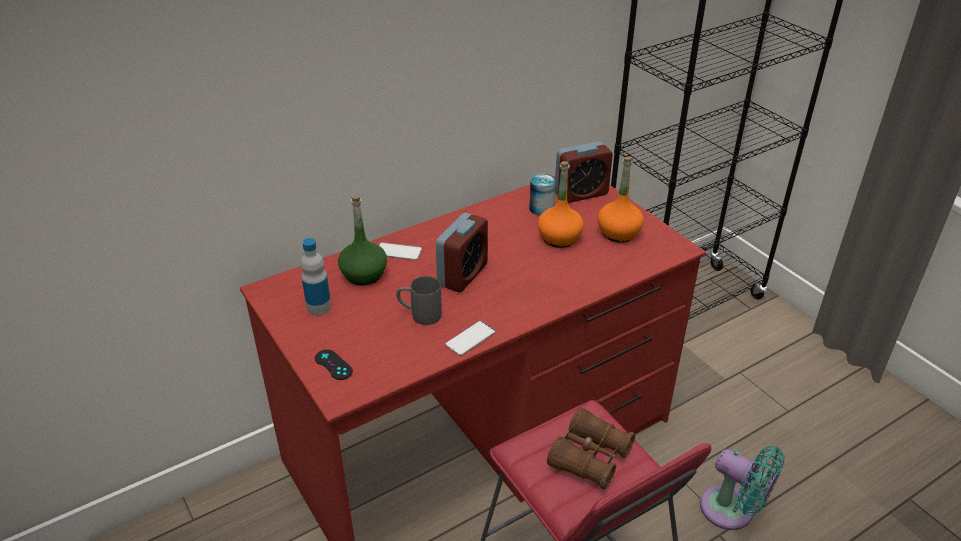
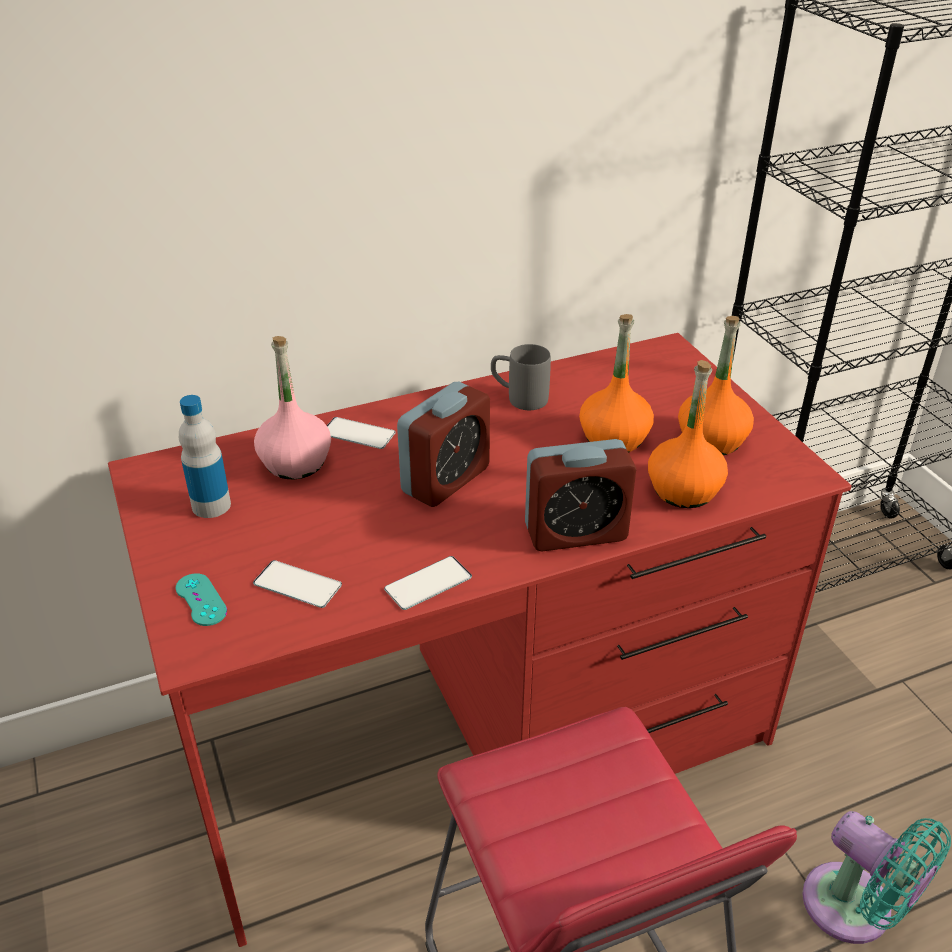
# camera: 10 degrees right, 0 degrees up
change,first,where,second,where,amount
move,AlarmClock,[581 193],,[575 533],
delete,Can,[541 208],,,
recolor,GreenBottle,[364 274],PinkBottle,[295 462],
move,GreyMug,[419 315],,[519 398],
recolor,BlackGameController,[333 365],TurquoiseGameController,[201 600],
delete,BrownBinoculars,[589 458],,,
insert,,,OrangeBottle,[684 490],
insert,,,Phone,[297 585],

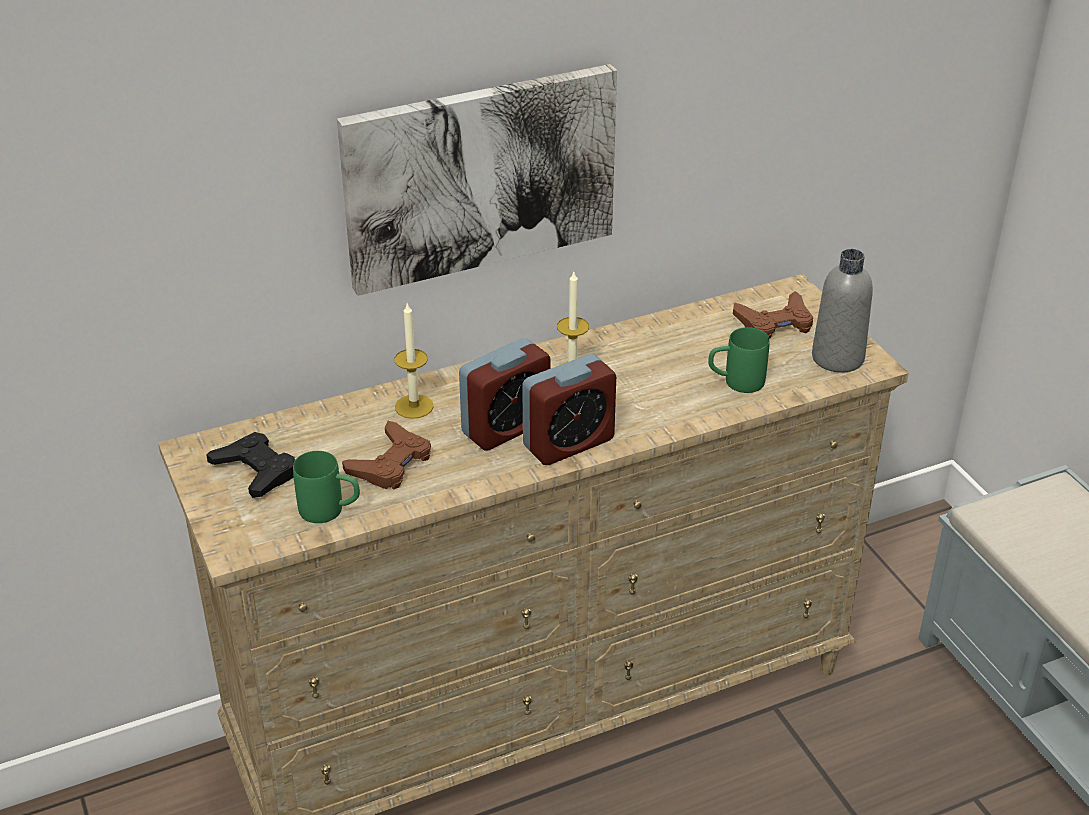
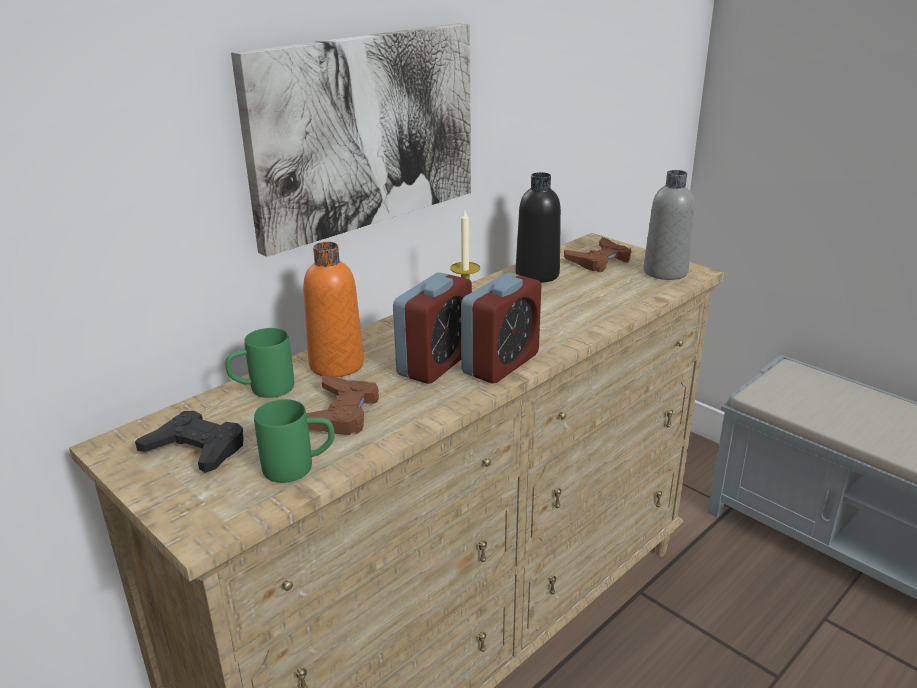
# camera: 20 degrees left, 10 degrees down
change,first,where,second,where,amount
replace,Candle,[414 406],OrangeBottle,[336 365],
move,GreenMug,[735 382],,[262 390],
insert,,,BlackBottle,[537 275],

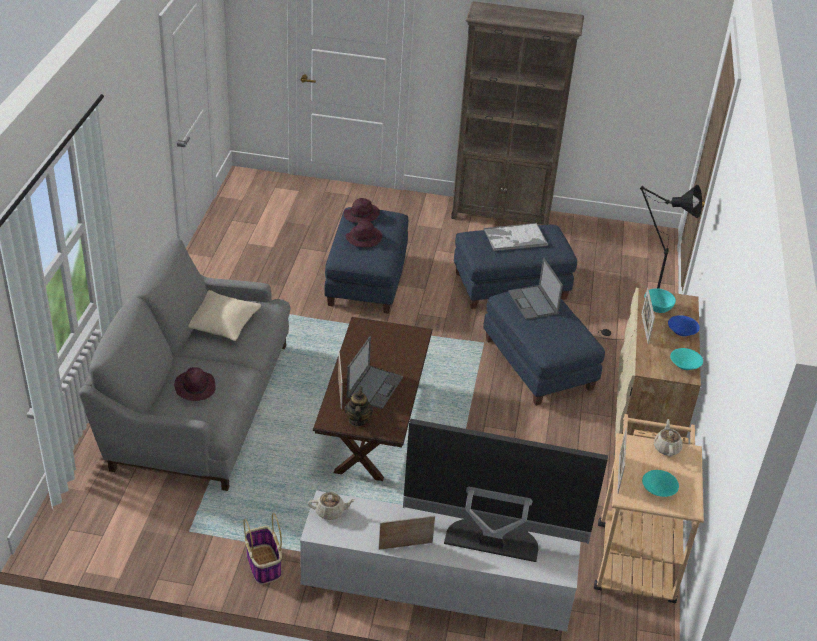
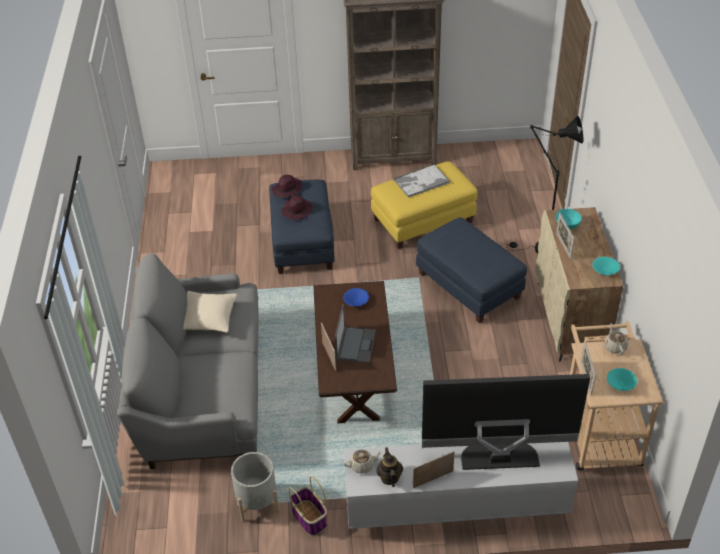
# camera: 10 degrees left, 5 degrees up
change,first,where,second,where,amount
recolor,BlueOttoman,[510 286],YellowOttoman,[422 221],
delete,Laptop,[533 303],,,
move,BlueBowl,[682 330],,[356 301],
delete,PurpleHat,[195 387],,,
move,Teapot,[357 420],,[389 478],
insert,,,GreyPlanter,[257 502],

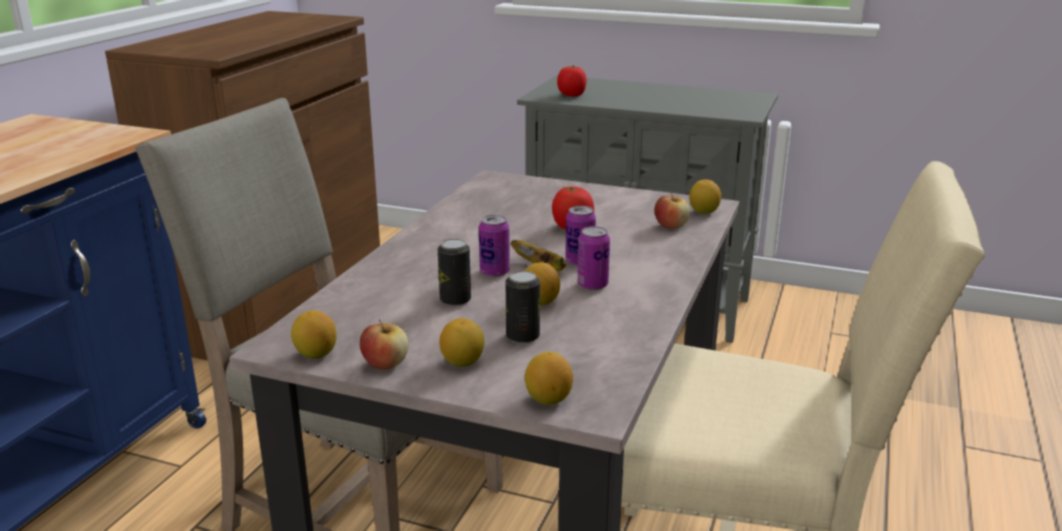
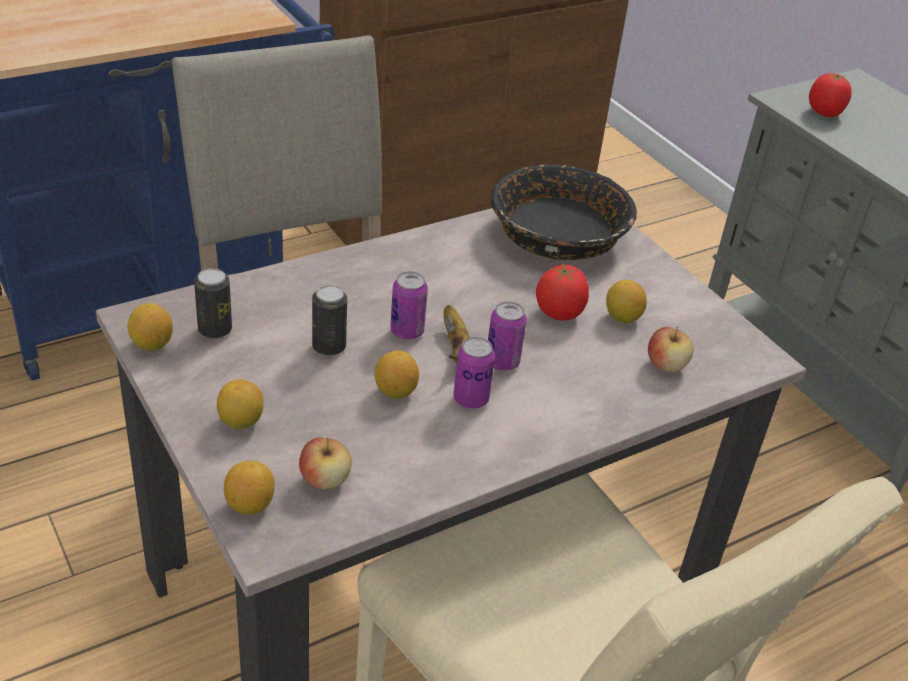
# camera: 35 degrees right, 15 degrees up
change,first,where,second,where,amount
move,Lemon,[704 212],,[622 317],
move,Can,[522 336],,[215 329],
move,Apple,[385 364],,[325 480],
insert,,,BlackBowl,[558 235],

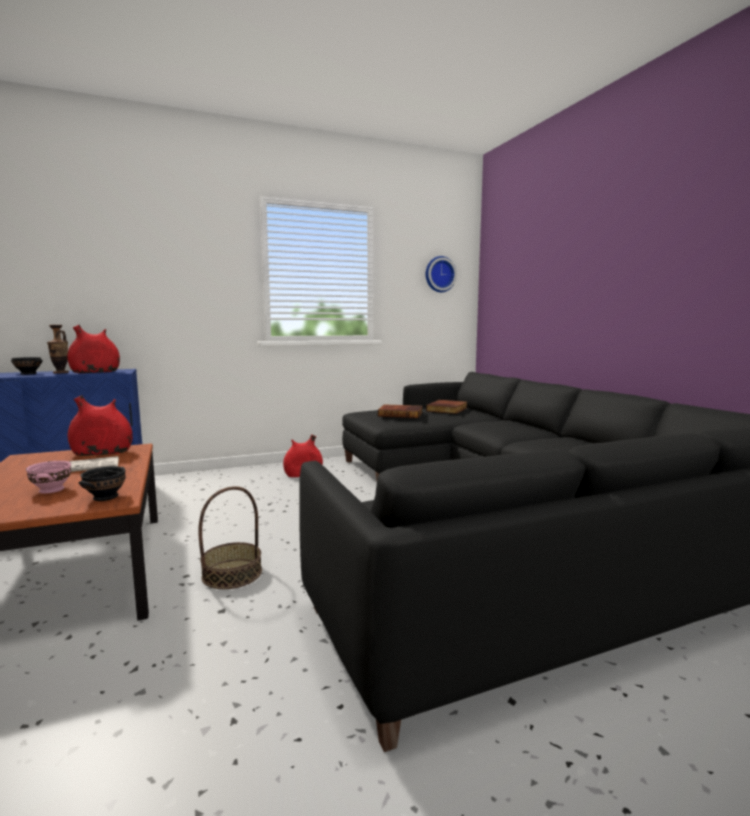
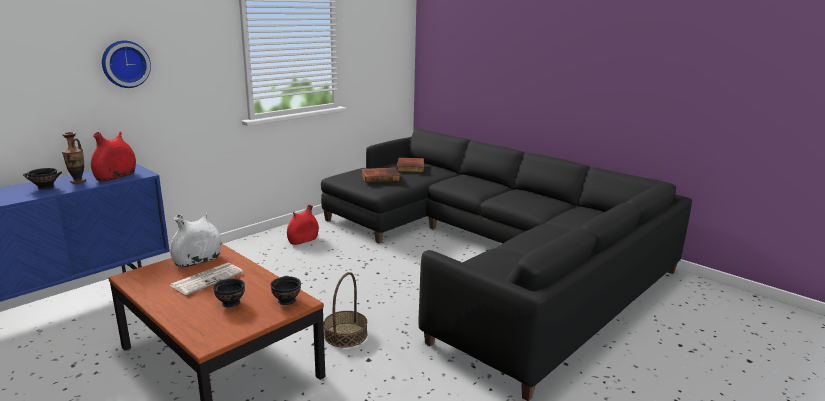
# camera: 25 degrees left, 10 degrees up
change,first,where,second,where,amount
move,WallClock,[439 274],,[125 64],
recolor,RedVase,[102 453],WhiteVase,[198 261],
recolor,PinkBowl,[50 490],BlackBowl,[230 303],

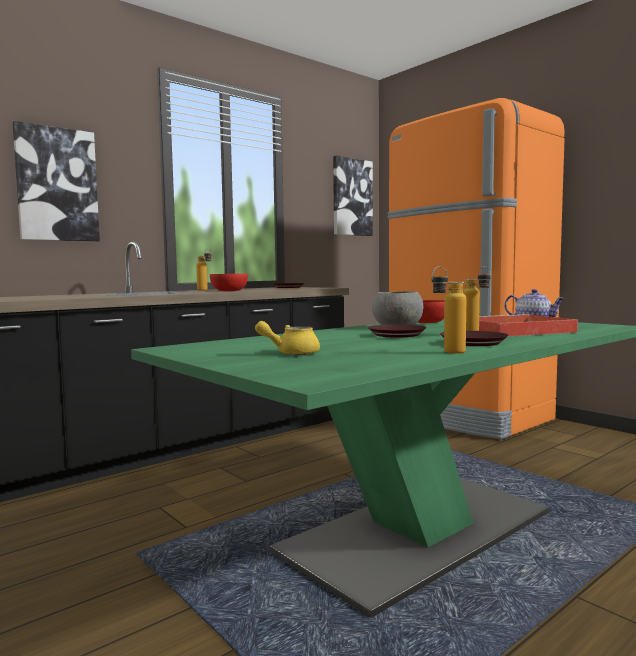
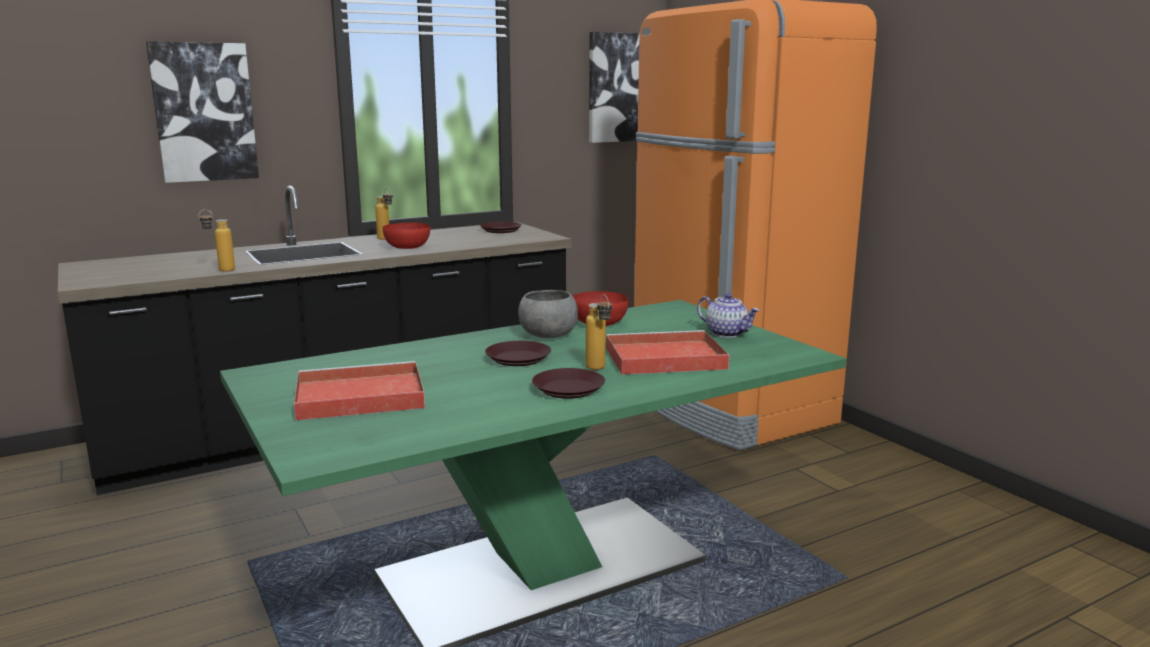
# camera: 10 degrees right, 10 degrees up
change,first,where,second,where,amount
move,Bottle,[447 353],,[220 270],
replace,YellowTeapot,[291 353],RedTray,[357 397],

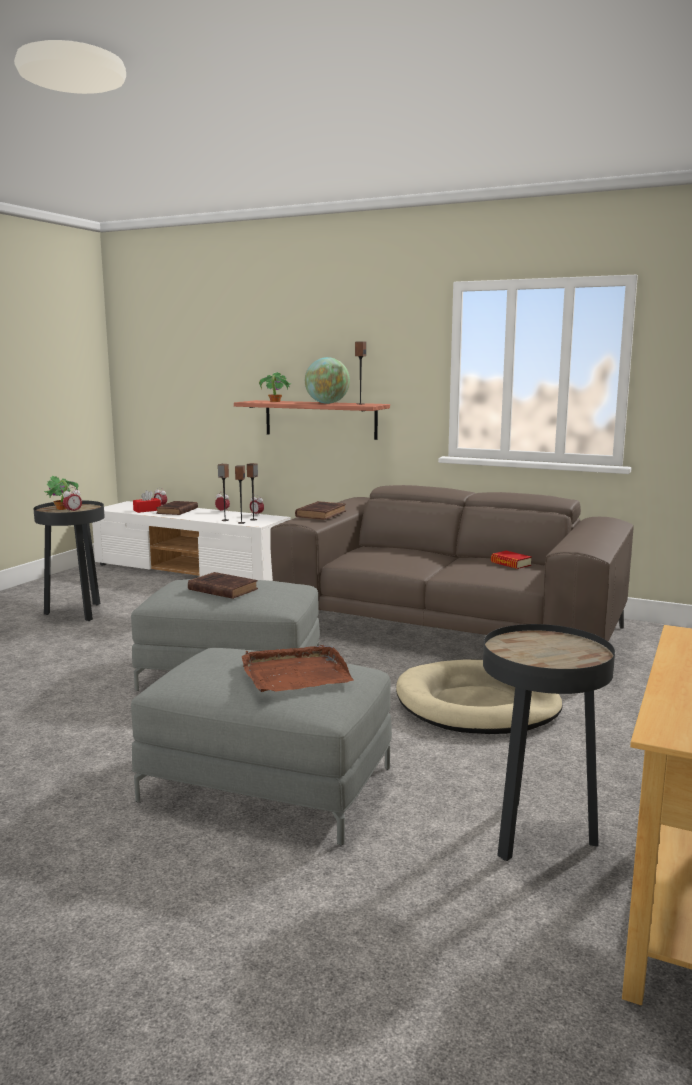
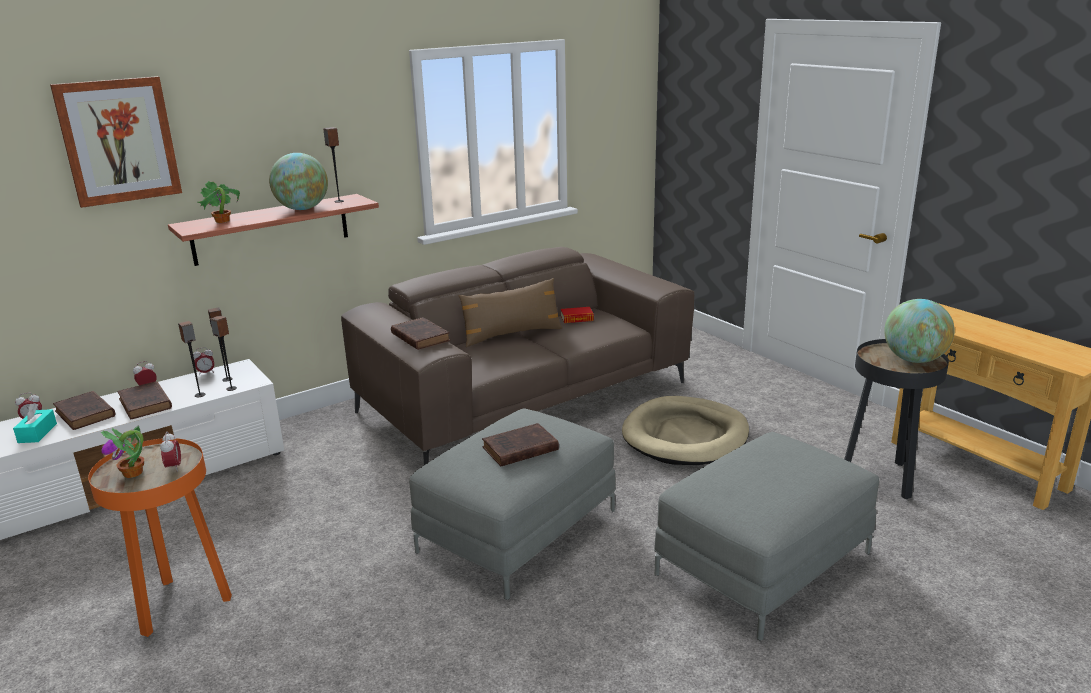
# camera: 60 degrees left, 10 degrees up
change,first,where,second,where,amount
recolor,RedTissueBox,[147 510],TurquoiseTissueBox,[37 433],
recolor,BlackSideTable,[77 613],OrangeSideTable,[180 605],
delete,BrownTray,[294 674],,,
insert,,,Picture,[119 141],
insert,,,BrownPillow,[512 334],
insert,,,Globe,[914 360],
insert,,,BrownBook,[145 404],

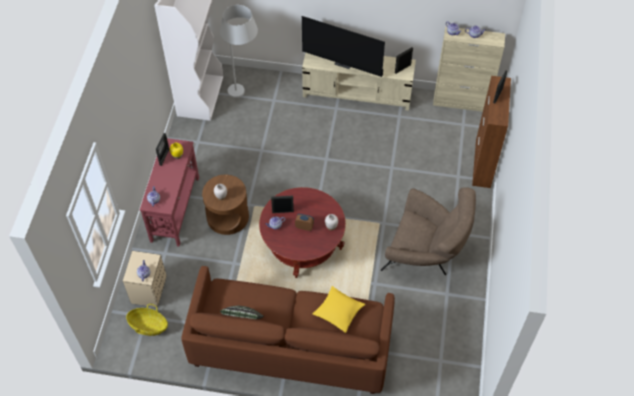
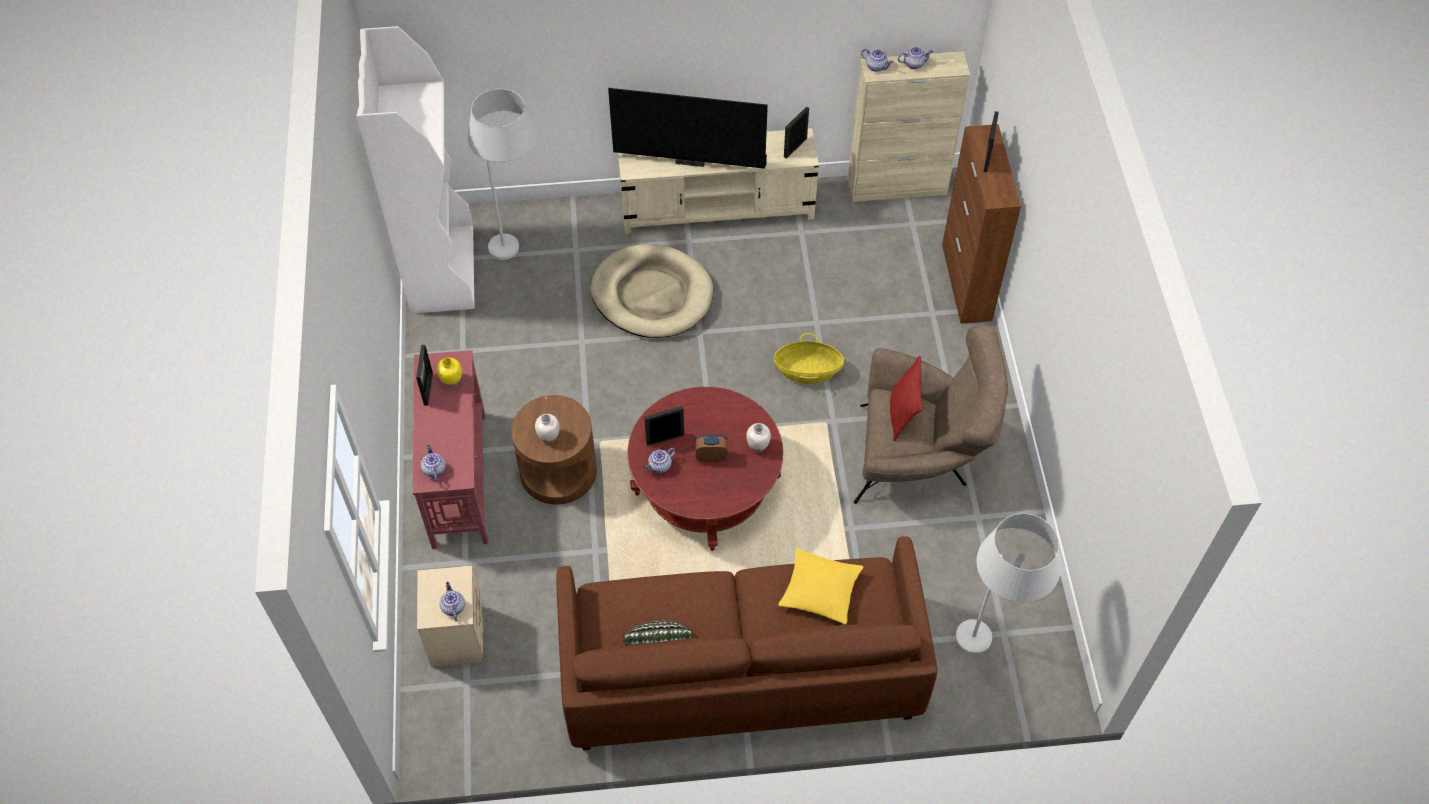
# camera: 15 degrees left, 0 degrees up
change,first,where,second,where,amount
move,Basket,[148 326],,[807 371],
insert,,,BeigeDogBed,[652 295],
insert,,,RedPillow,[902 414],
insert,,,WhiteFloorLamp,[986 653],

